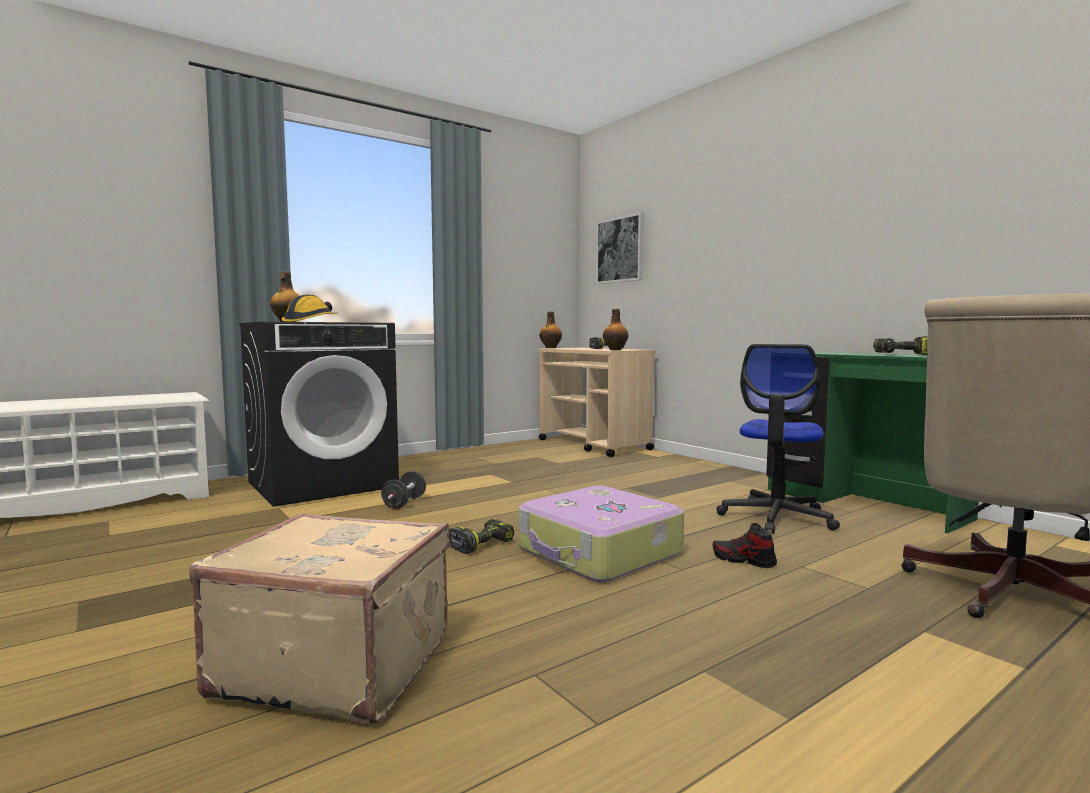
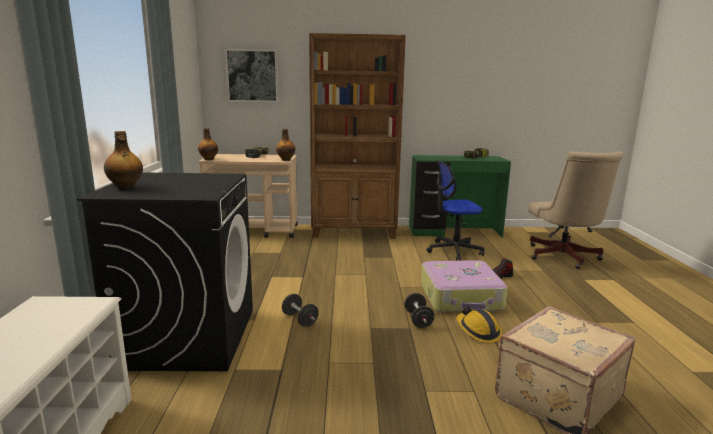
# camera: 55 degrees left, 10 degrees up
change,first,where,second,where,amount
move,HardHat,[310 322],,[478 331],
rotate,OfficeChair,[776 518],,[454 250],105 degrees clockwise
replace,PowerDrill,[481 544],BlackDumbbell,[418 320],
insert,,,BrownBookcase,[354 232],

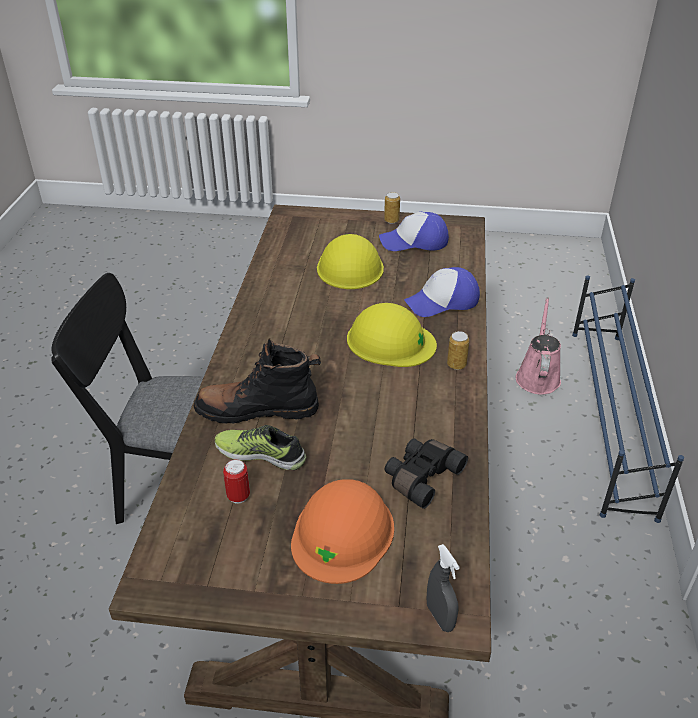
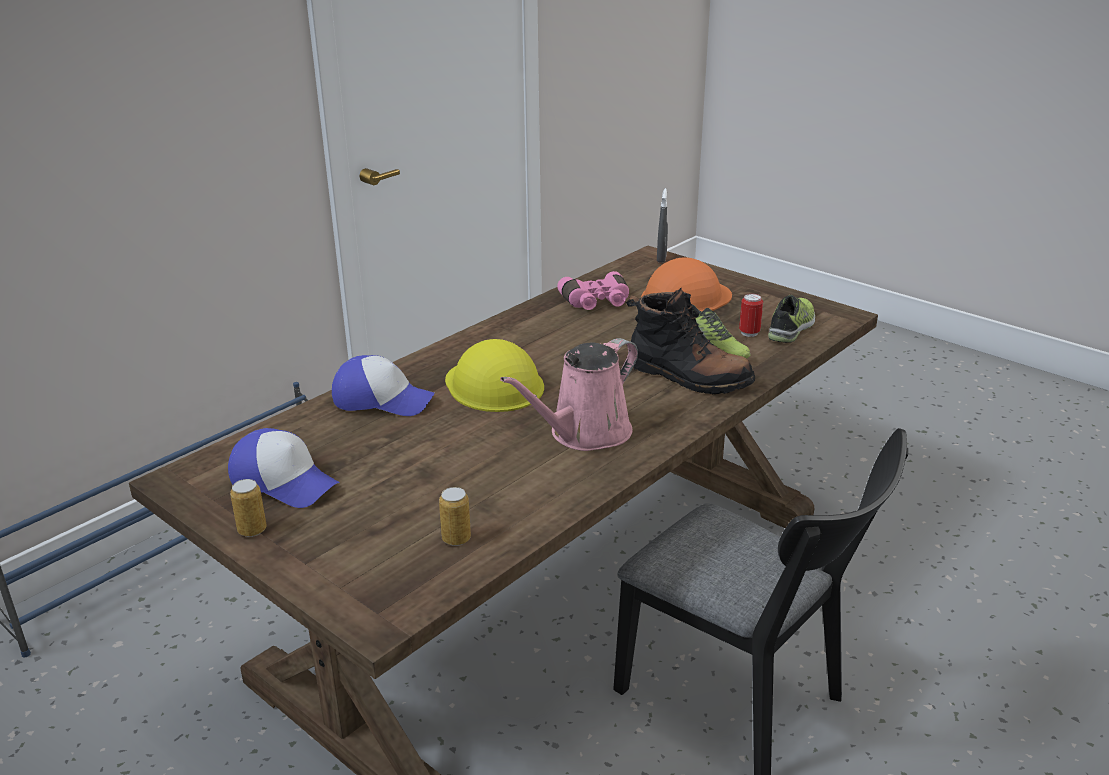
# camera: 145 degrees left, 10 degrees down
change,first,where,second,where,amount
delete,YellowHardHat,[350 267],,,
move,PinkWateringCan,[537 376],,[584 434],
move,Can,[456 365],,[456 539],
recolor,BlackBinoculars,[421 477],PinkBinoculars,[596 303],
insert,,,Shoe,[792 327],

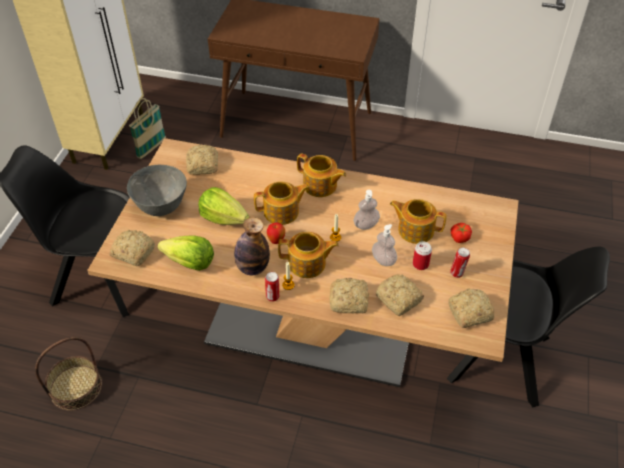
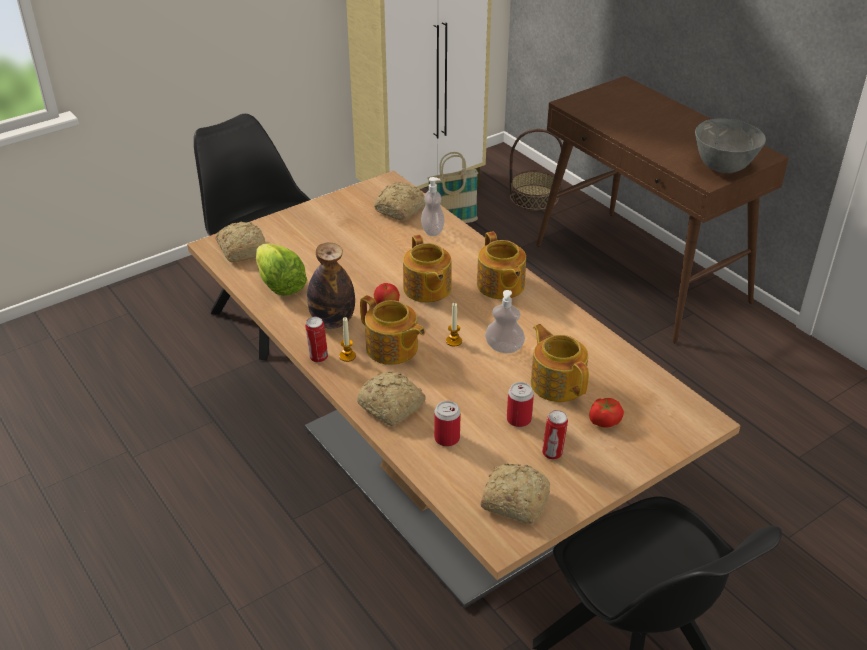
# camera: 40 degrees right, 10 degrees down
change,first,where,second,where,amount
move,GreyBowl,[161 207],,[723 167],
rotate,Teapot,[282 212],,[427 289],45 degrees clockwise
delete,Lettuce,[223 218],,,
move,SoapDispenser,[383 260],,[432 230],
replace,Bread,[399 300],Can,[447 438],
move,Basket,[76 387],,[534 197],

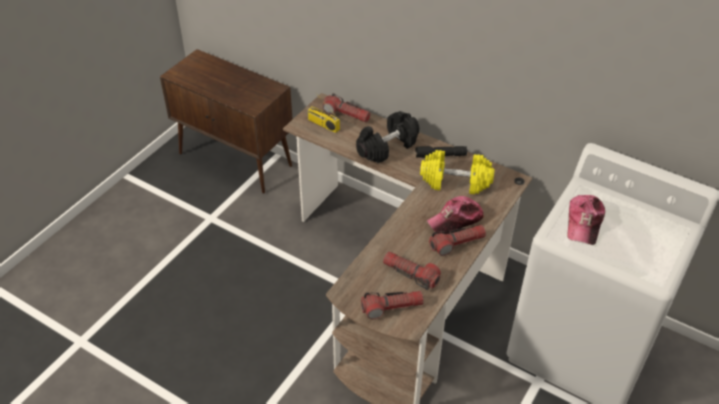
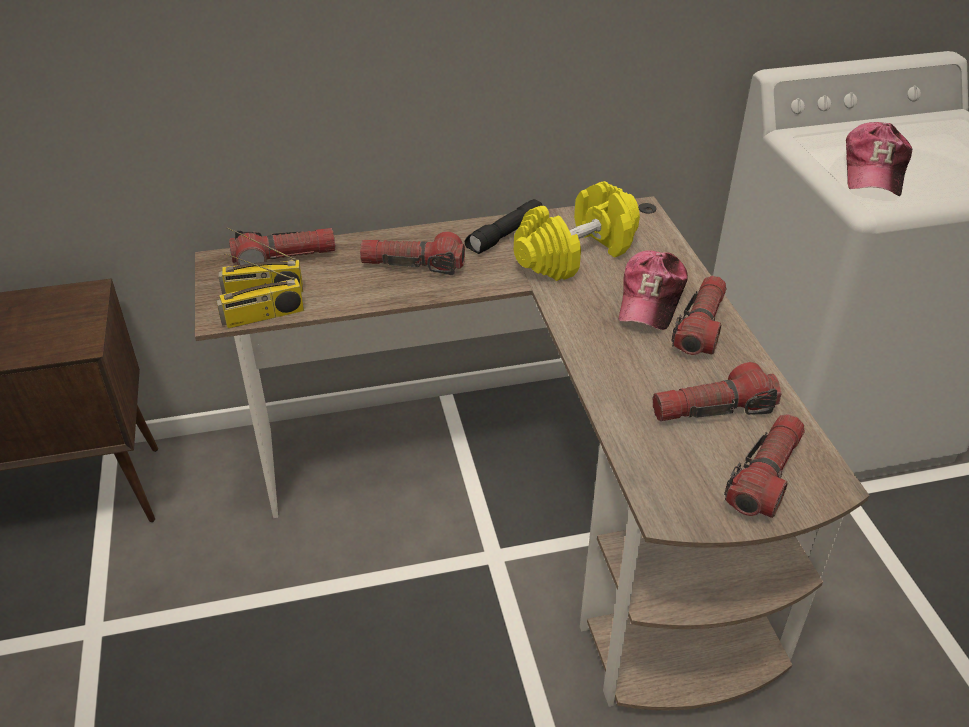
# camera: 45 degrees left, 5 degrees down
change,first,where,second,where,amount
replace,BlackDumbbell,[387 146],Flashlight,[413 265],
rotate,Cap,[584 223],,[874 171],45 degrees clockwise
insert,,,Radio,[263 316],

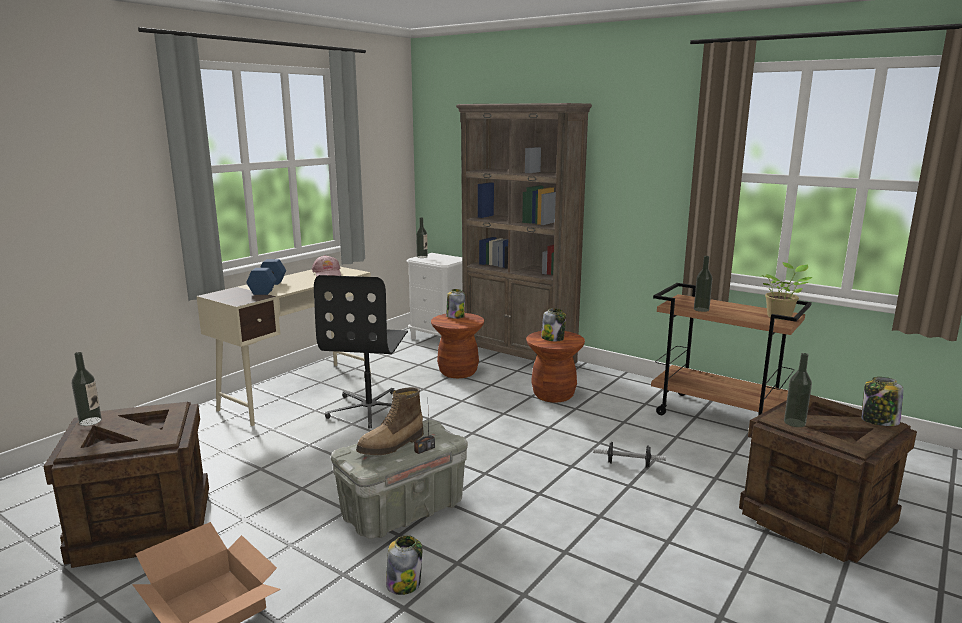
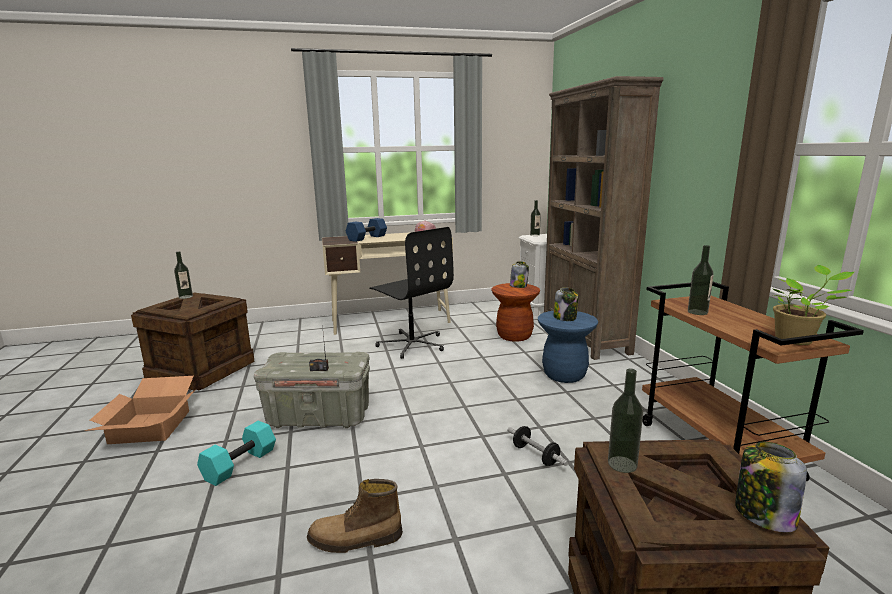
# camera: 40 degrees right, 0 degrees up
change,first,where,second,where,amount
rotate,BlackOfficeChair,[370 409],,[412 344],90 degrees counterclockwise
recolor,BrownStool,[553 395],BlueStool,[564 375],
move,Boot,[392 445],,[355 540],
replace,Jar,[404 583],TurquoiseDumbbell,[240 464],

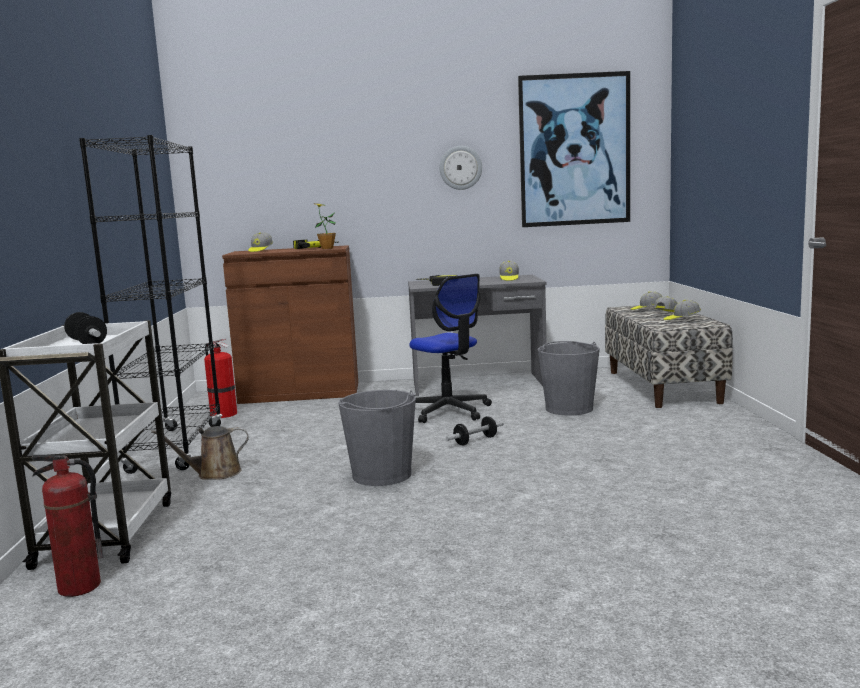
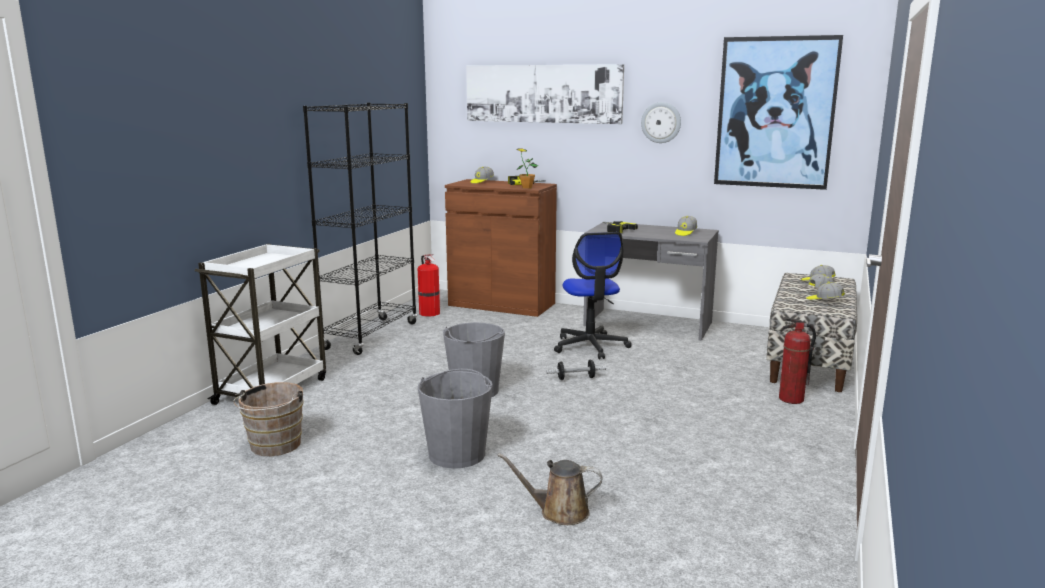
# camera: 25 degrees right, 5 degrees up
change,first,where,second,where,amount
delete,Dumbbell,[87 342],,,
move,GreyBucket,[569 408],,[457 454],
move,BrownWateringCan,[214 474],,[559 512],
move,FireExtinguisher,[79 587],,[791 399],
insert,,,Picture,[542 93],
insert,,,BrownBucket,[273 447],

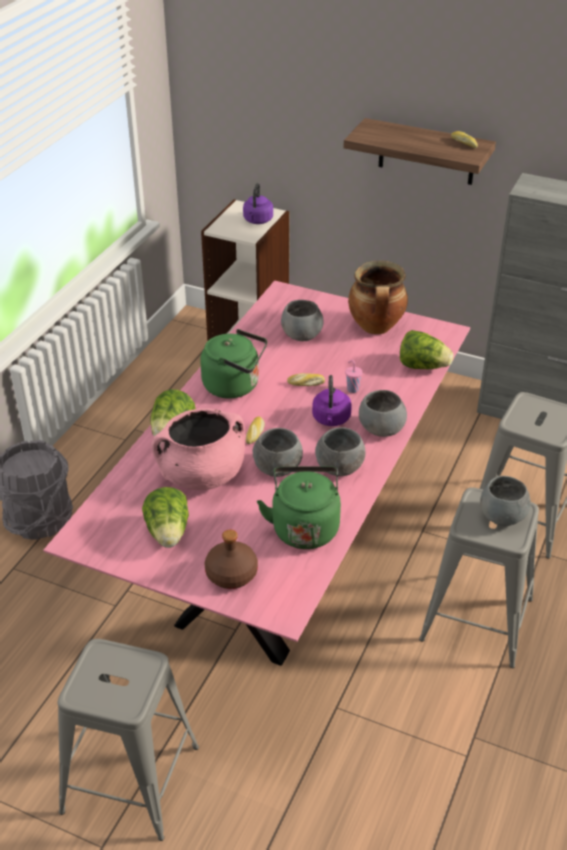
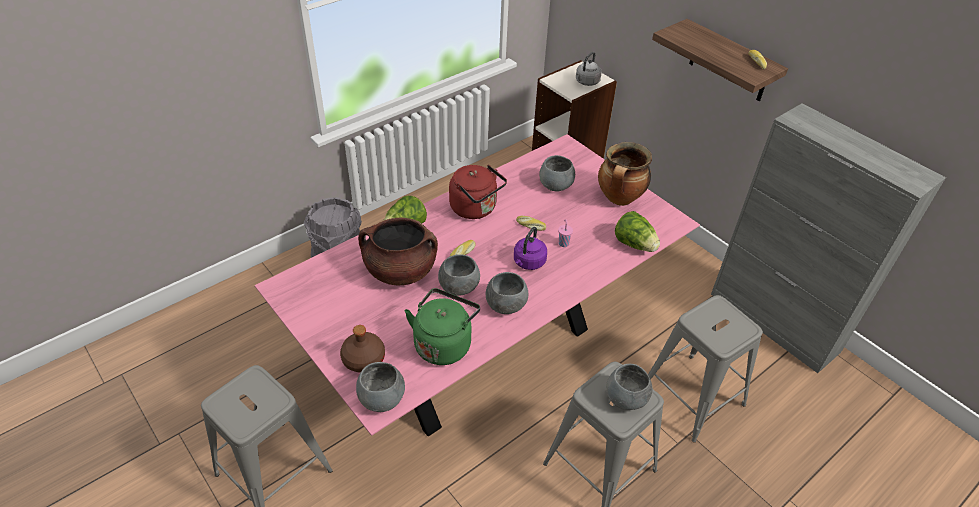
# camera: 25 degrees right, 5 degrees up
change,first,where,second,where,amount
recolor,PurpleKettle,[257 221],GreyKettle,[586 82],
recolor,GreenKettle,[235 386],RedKettle,[476 209],
move,GreyBowl,[381 429],,[382 398],
recolor,PinkCookingPot,[201 475],BrownCookingPot,[400 271],
delete,Lettuce,[168 533],,,

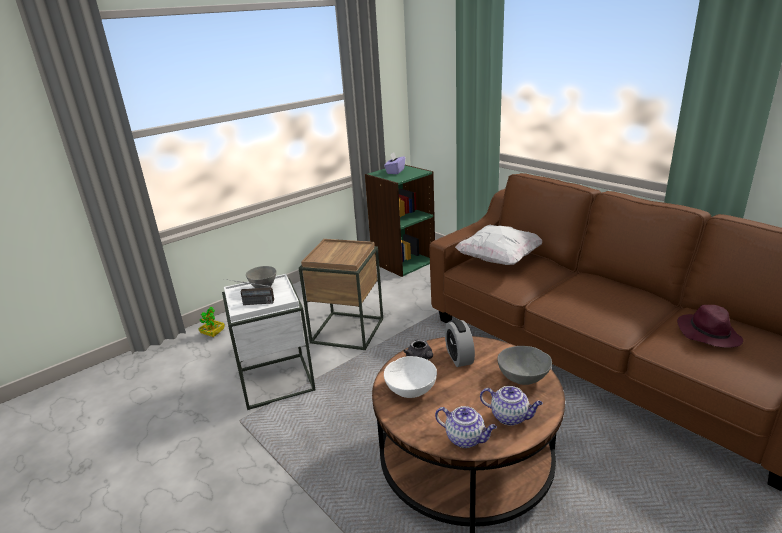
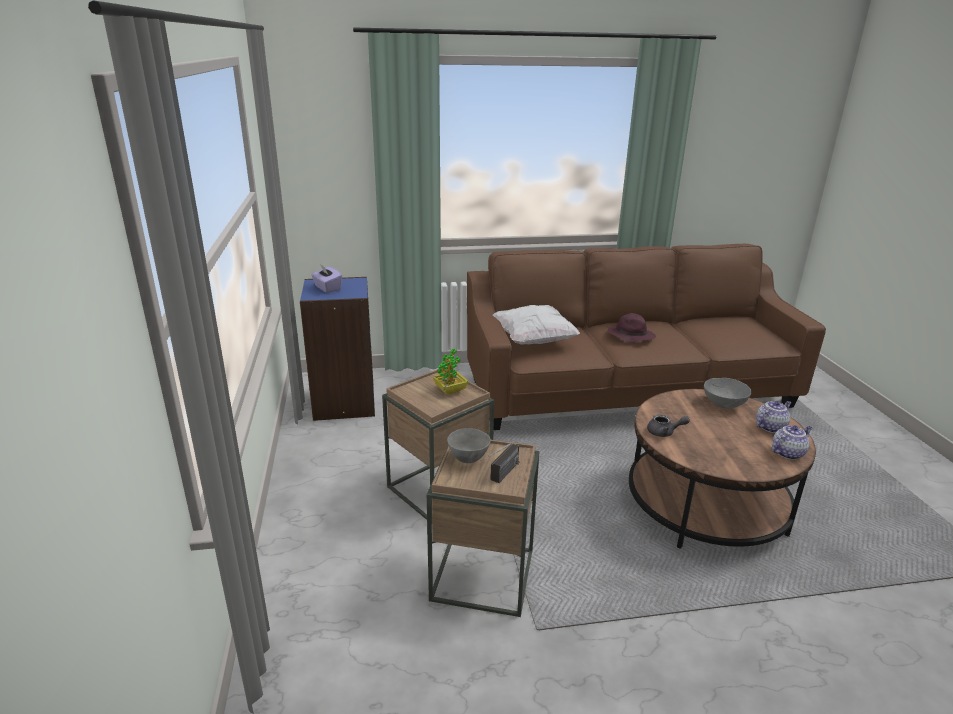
# camera: 60 degrees left, 0 degrees up
change,first,where,second,where,amount
recolor,GreenBookcase,[403 262],BlueBookcase,[343 403],
recolor,WhiteSideTable,[276 380],BrownSideTable,[482 575],
move,PurpleHat,[707 333],,[629 336],
move,PottedPlant,[213 334],,[450 390],
delete,AlarmClock,[459 357],,,
delete,WhiteBowl,[410 390],,,

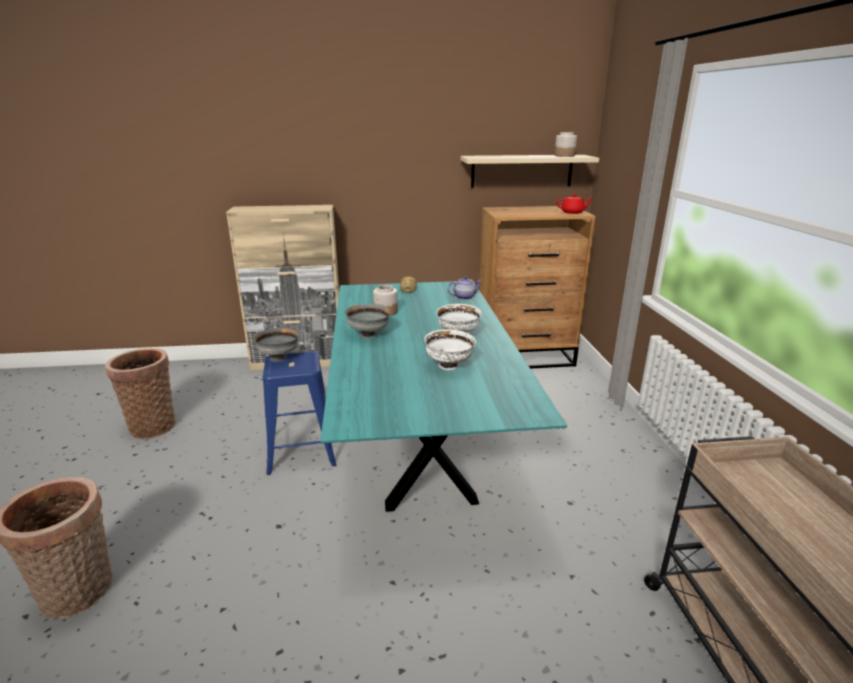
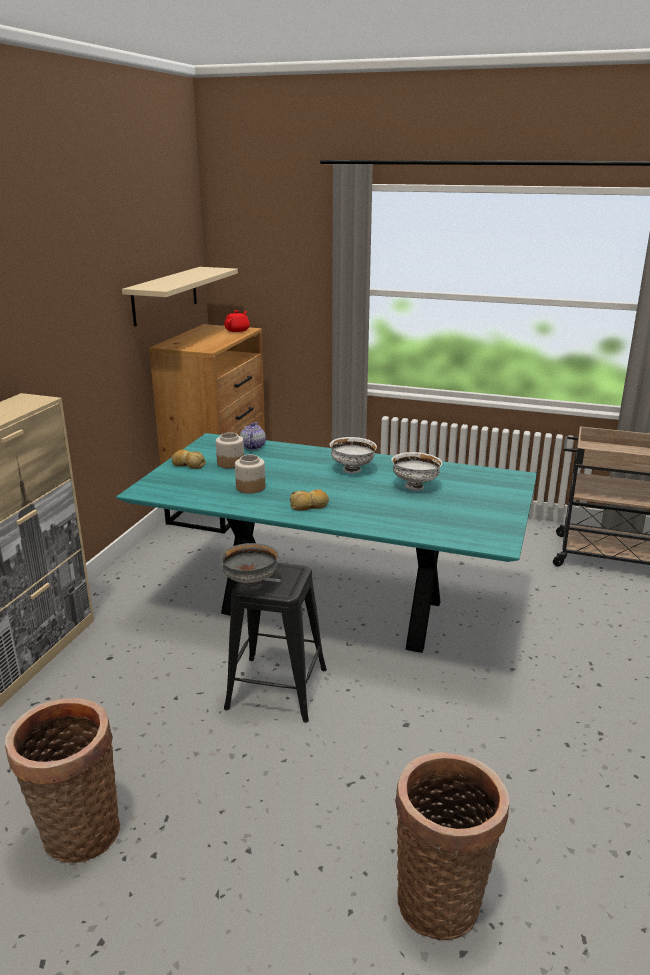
# camera: 65 degrees left, 0 degrees up
change,first,where,second,where,amount
move,Jar,[565 156],,[231 463],
replace,GreyBowl,[369 335],Bread,[309 506],
recolor,BlueStool,[301 450],BlackStool,[276 688],

